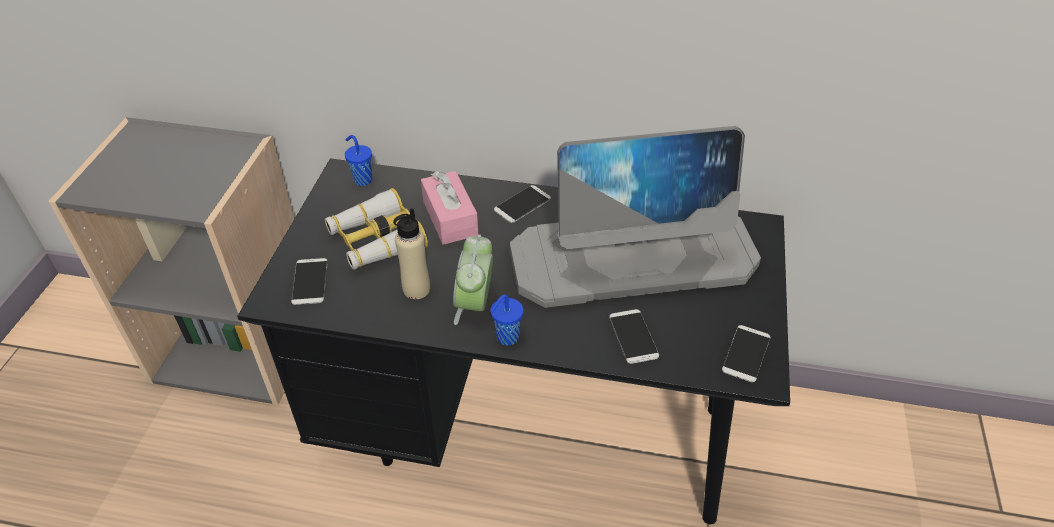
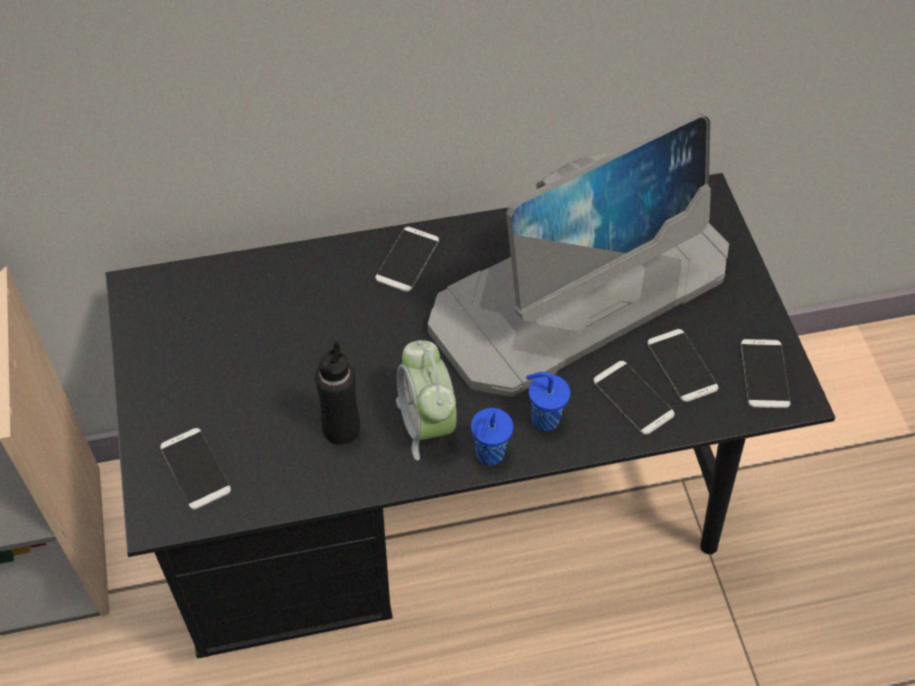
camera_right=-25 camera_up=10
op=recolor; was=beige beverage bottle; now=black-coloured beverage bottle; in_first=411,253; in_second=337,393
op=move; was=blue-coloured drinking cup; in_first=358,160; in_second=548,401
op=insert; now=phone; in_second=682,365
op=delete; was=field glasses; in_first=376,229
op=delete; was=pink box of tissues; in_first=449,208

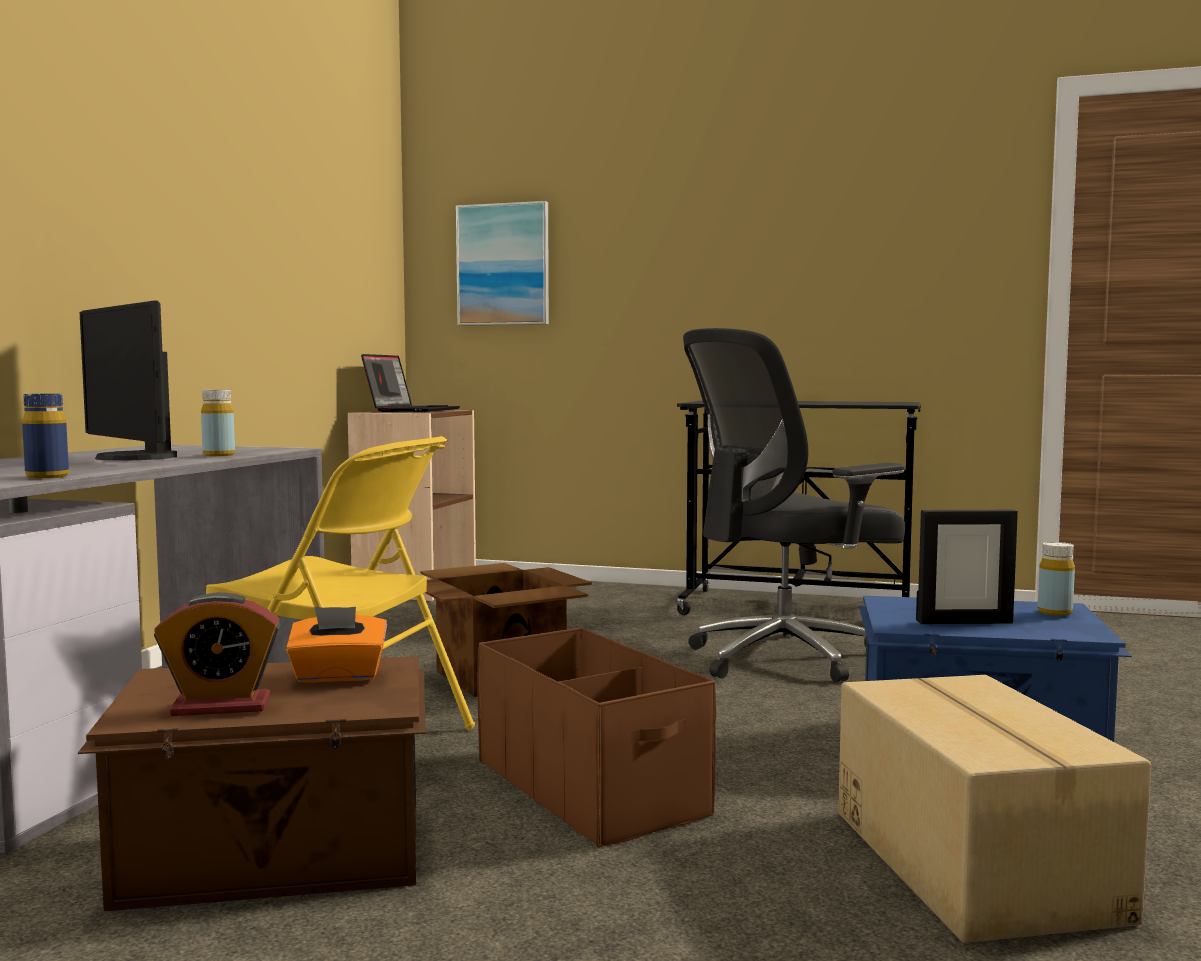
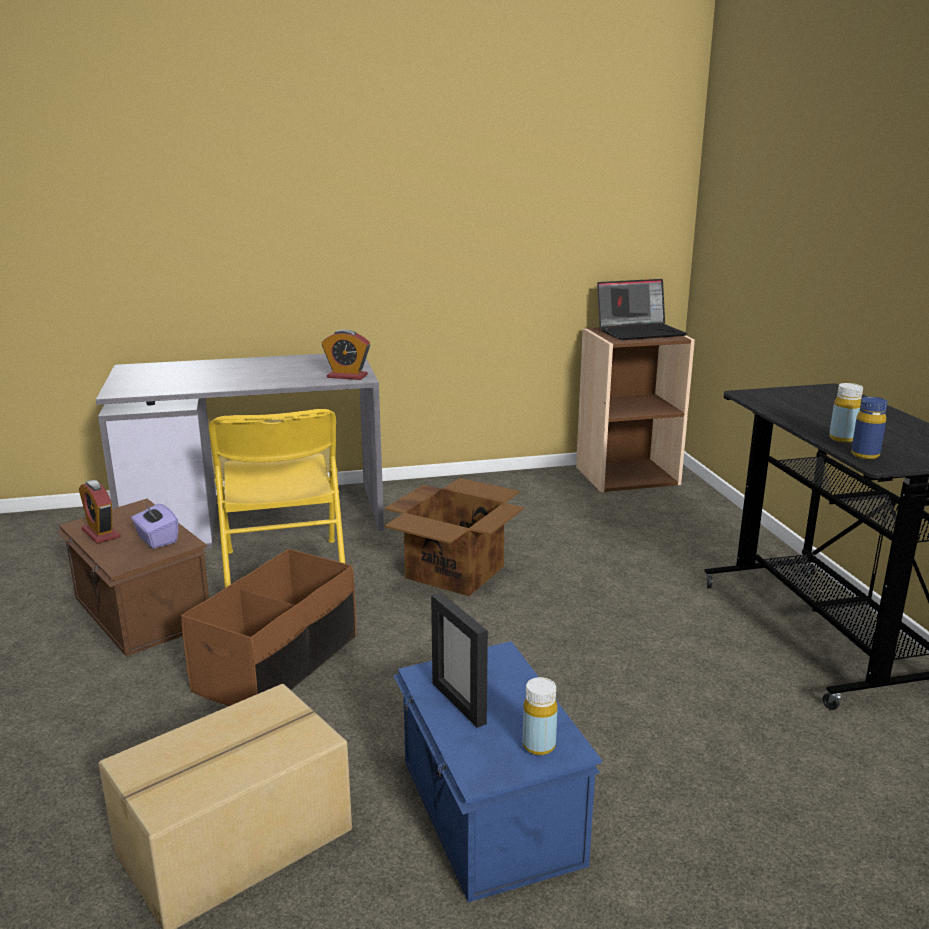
camera_right=60 camera_up=15
op=recolor; was=orangey box of tissues; now=purplish box of tissues; in_first=336,645; in_second=154,525
op=insert; now=bedside clock; in_second=346,354
op=move; was=yellow beverage bottle; in_first=218,423; in_second=846,412
op=move; was=blue-coloured beverage bottle; in_first=45,436; in_second=869,428
op=delete; was=computer display; in_first=128,380
op=delete; was=wall art; in_first=502,263
op=delete; was=office chair; in_first=794,505

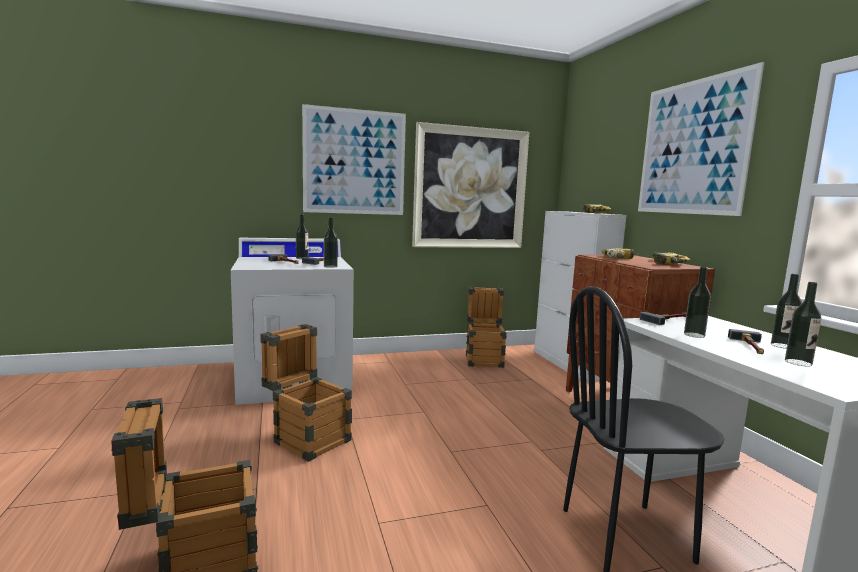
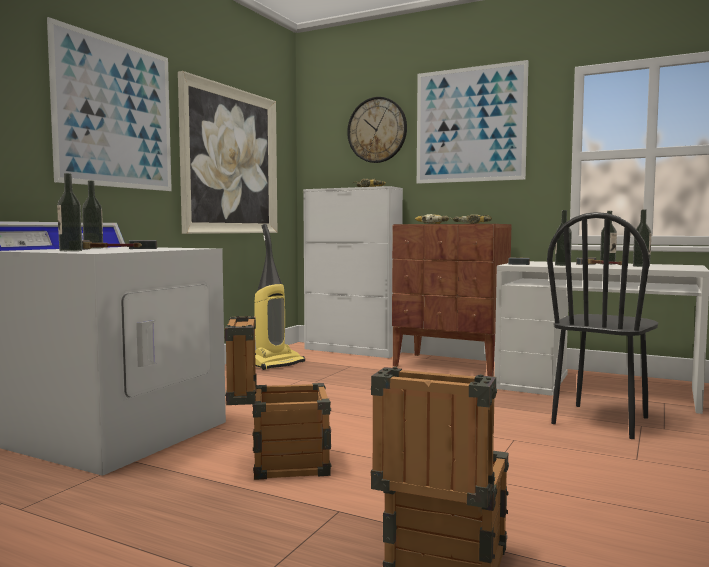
camera_right=-45 camera_up=-5
op=move; was=beverage bottle; in_first=331,242; in_second=69,212
op=replace; was=packing crate; now=vacuum cleaner; in_first=486,327; in_second=279,297
op=insert; now=clock on the wall; in_second=377,130

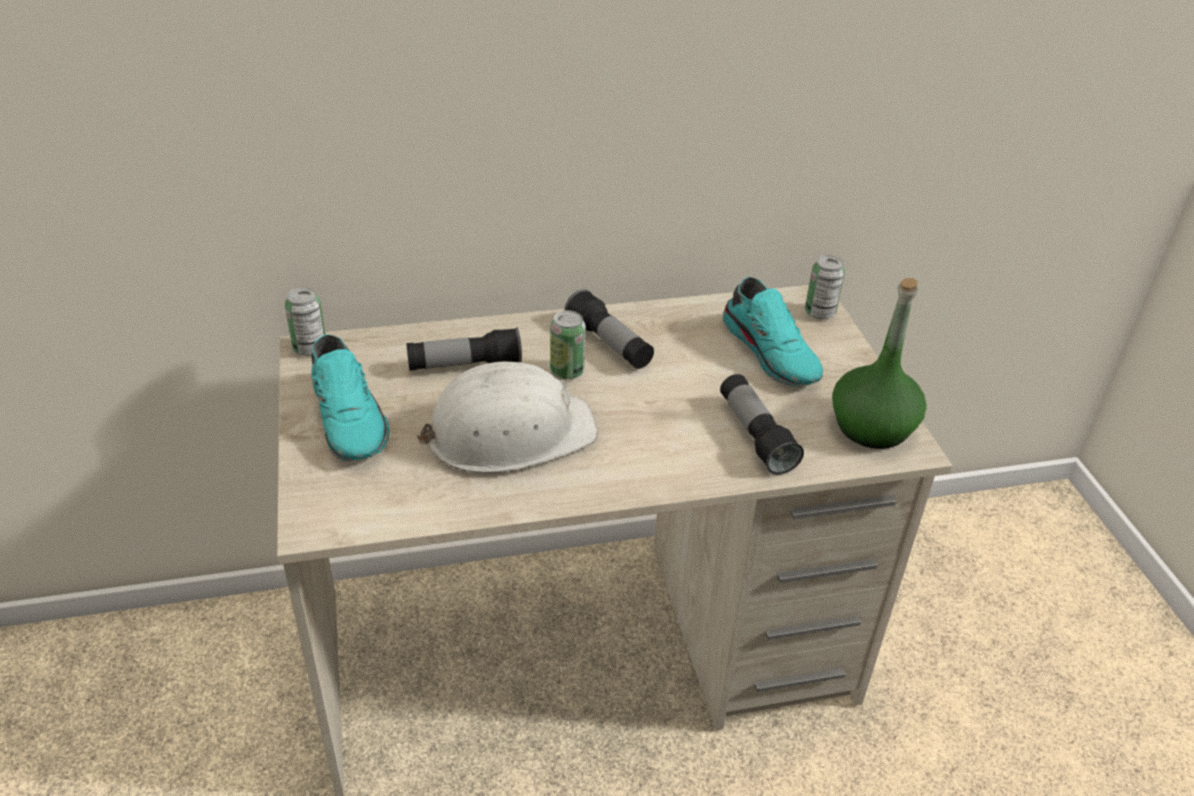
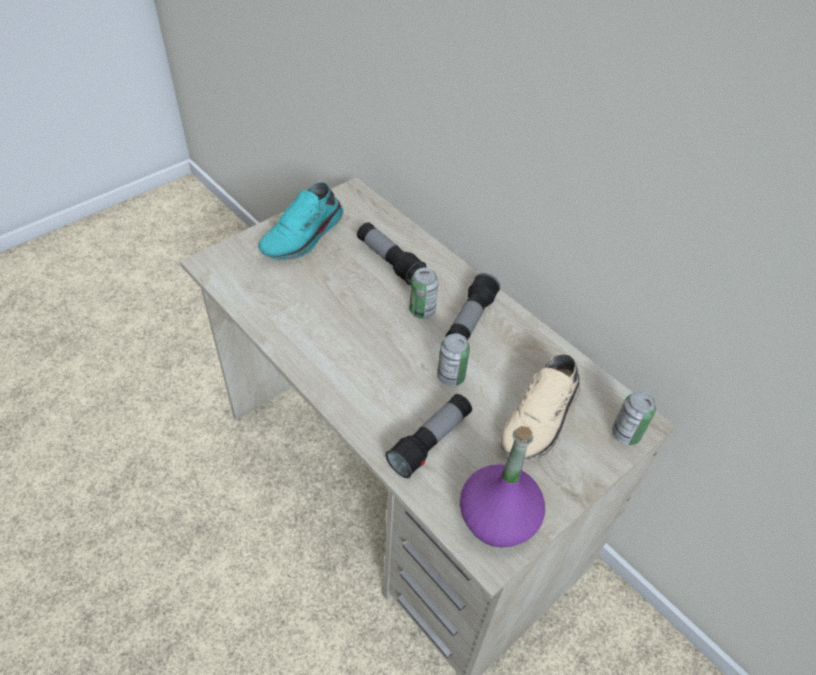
camera_right=60 camera_up=10
op=move; was=metal can; in_first=305,321; in_second=453,359
op=recolor; was=green beverage bottle; now=purplish beverage bottle; in_first=879,363; in_second=502,487
op=recolor; was=turquoise-coloured shoe; now=beige shoe; in_first=772,332; in_second=540,407
op=delete; was=white hard hat; in_first=507,417

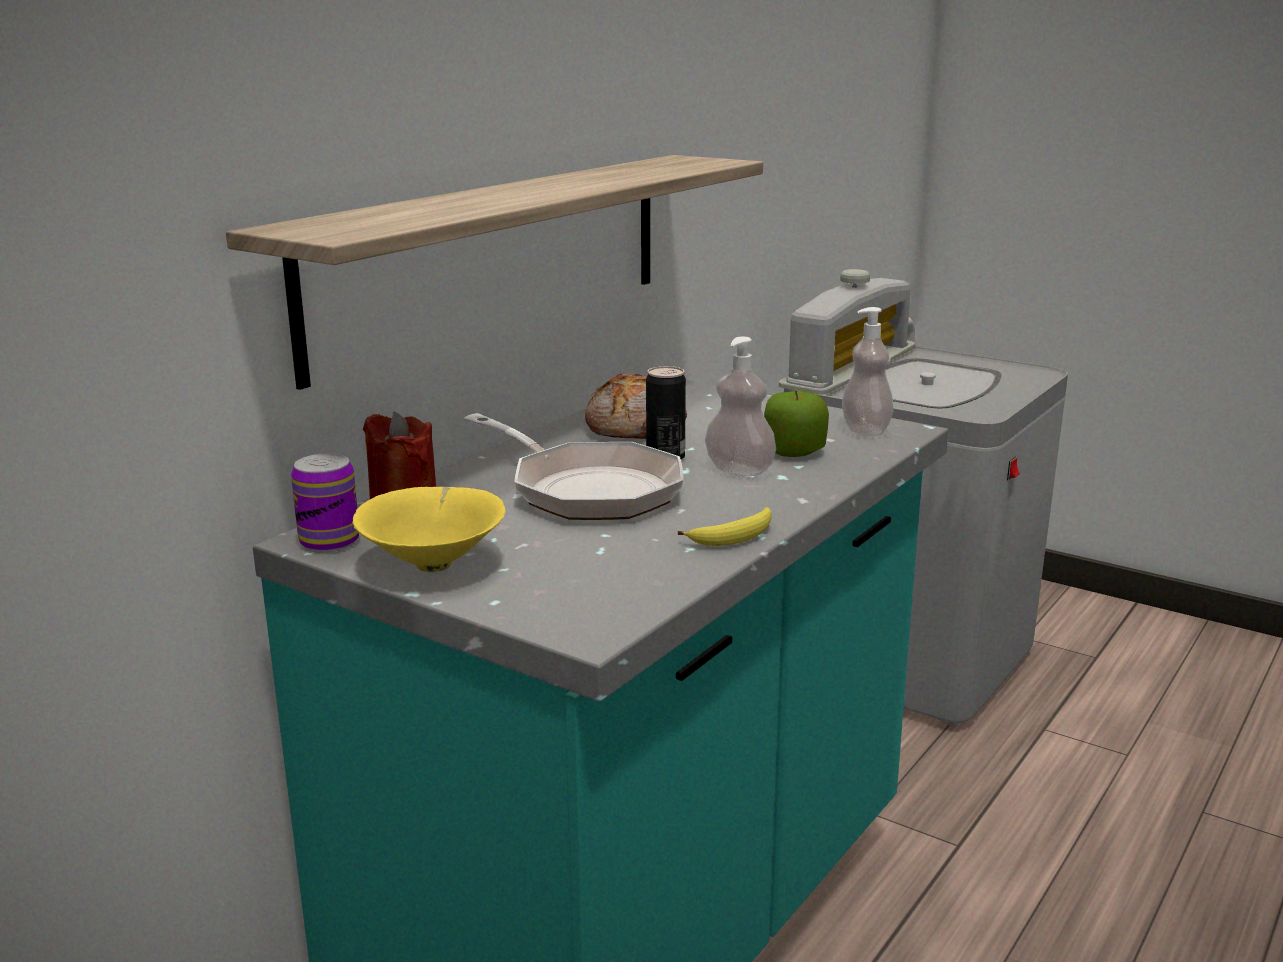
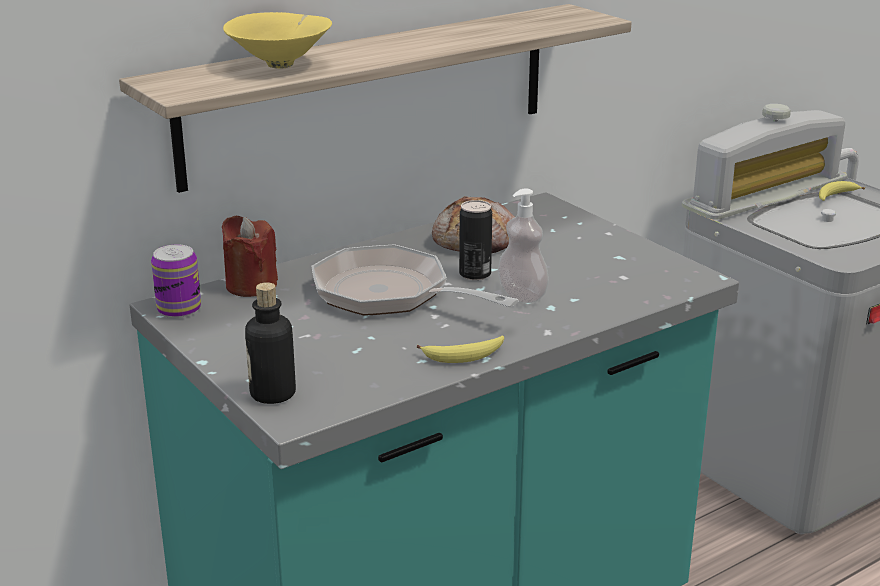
camera_right=20 camera_up=5
op=move; was=yellow deep dish; in_first=429,529; in_second=277,40
op=insert; now=beverage bottle; in_second=270,343
op=rotate; was=frying pan; in_first=573,466; in_second=415,280; clockwise=150
op=insert; now=whole banana; in_second=842,191
op=delete; was=apple; in_first=796,424
op=delete; was=soap dispenser; in_first=868,371

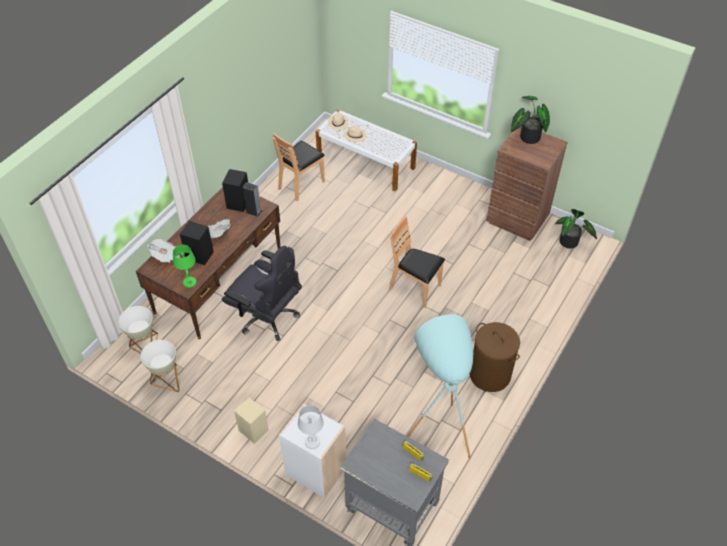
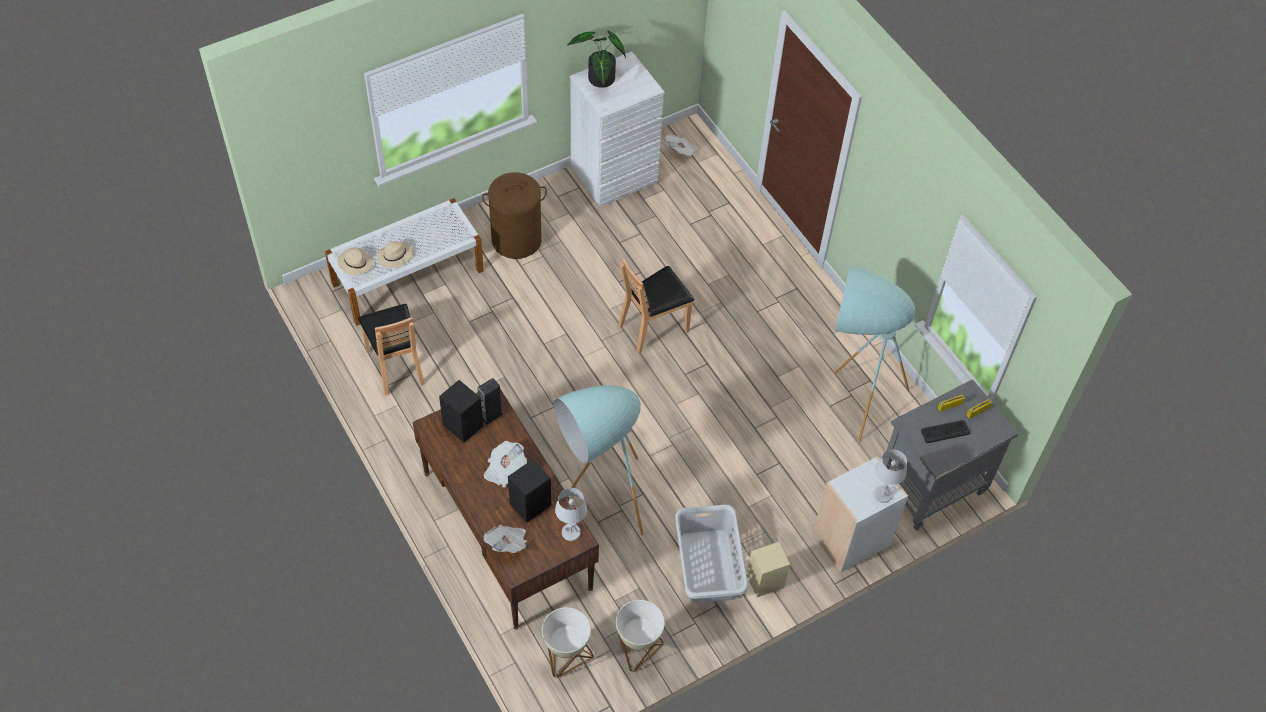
camera_right=-65 camera_up=5
op=move; was=brown-coloured laundry basket; in_first=495,357; in_second=514,215
op=replace; was=black-coloured office chair; now=turquoise-coloured floor lamp; in_first=262,293; in_second=599,460
op=recolor; was=green table lamp; now=white table lamp; in_first=184,266; in_second=571,514
op=recolor; was=brown-coloured drawer chest; now=white drawer chest; in_first=527,183; in_second=617,129
op=replace; was=plant in a pot; now=newspaper; in_first=576,229; in_second=682,145
op=insert; now=grey laundry basket; in_second=711,554
op=insert; now=computer keyboard; in_second=946,431

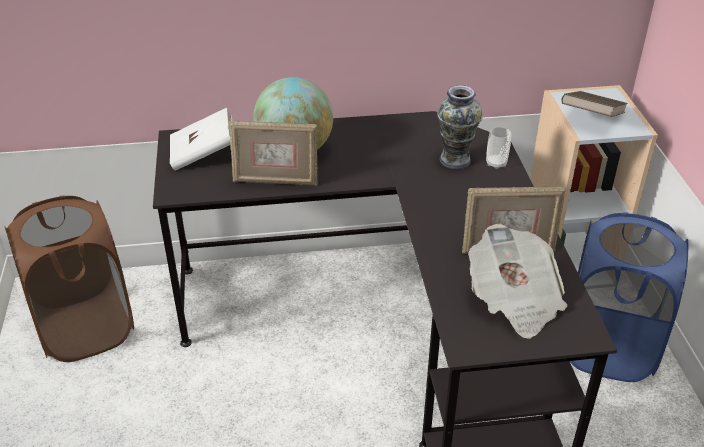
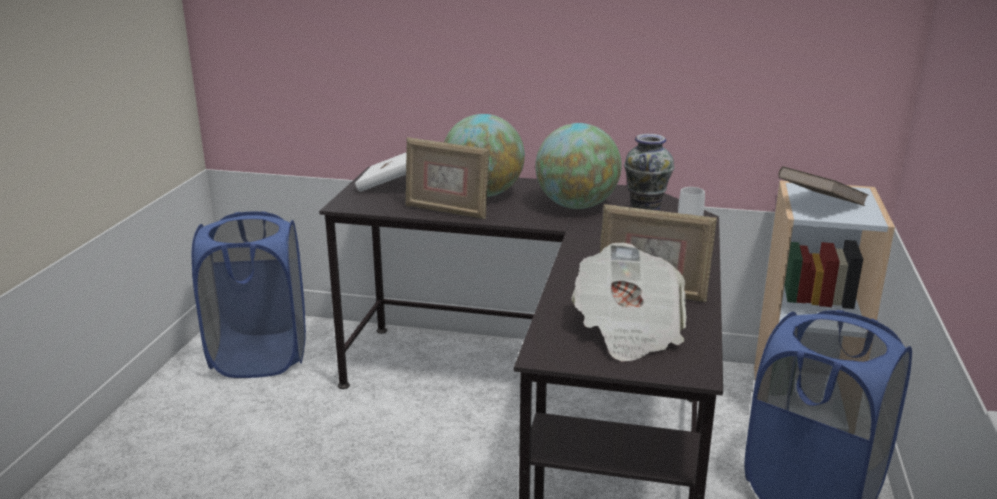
camera_right=20 camera_up=-15
op=recolor; was=brown-coloured laundry basket; now=blue-coloured laundry basket; in_first=69,278; in_second=249,294
op=insert; now=globe; in_second=578,166

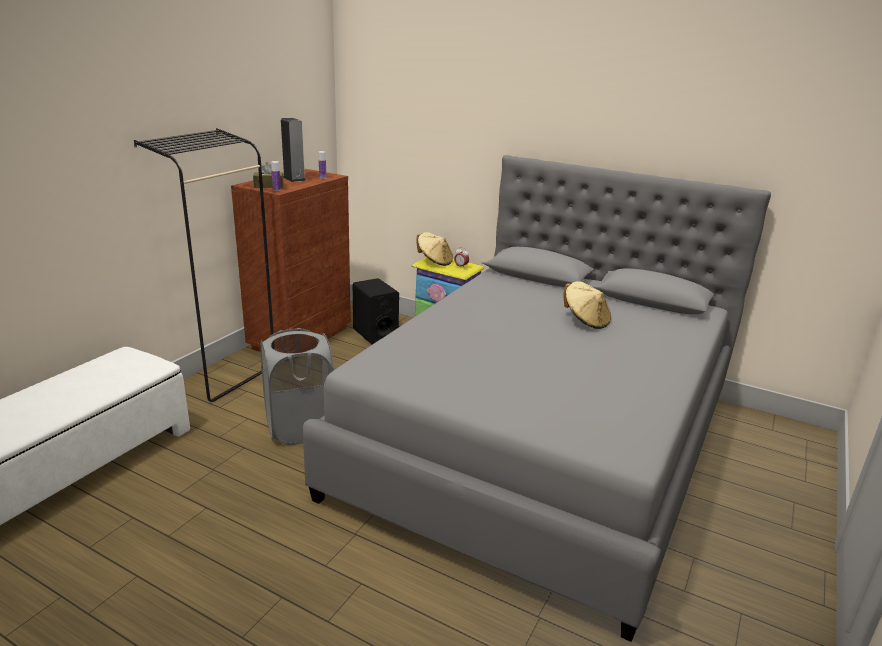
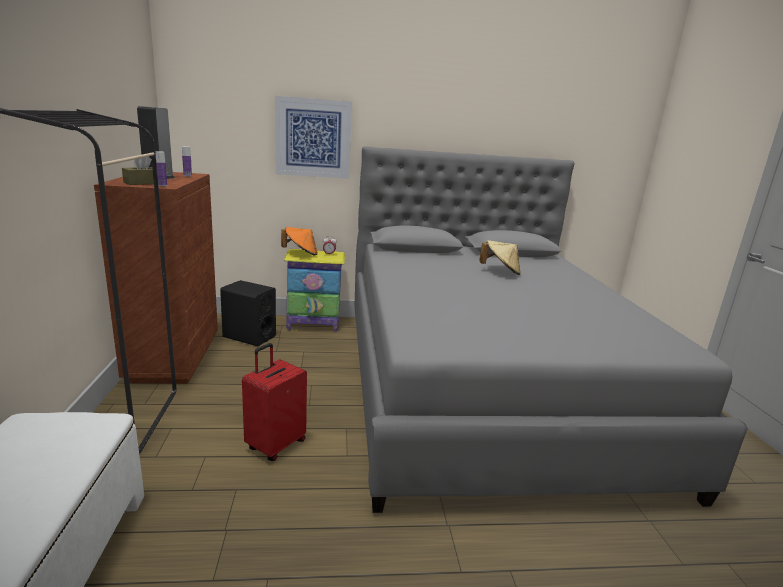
camera_right=-35 camera_up=-5
op=replace; was=grey laundry basket; now=red suitcase; in_first=297,386; in_second=274,402
op=insert; now=wall art; in_second=313,137
op=recolor; was=beige hat; now=orangey hat; in_first=434,249; in_second=299,241

